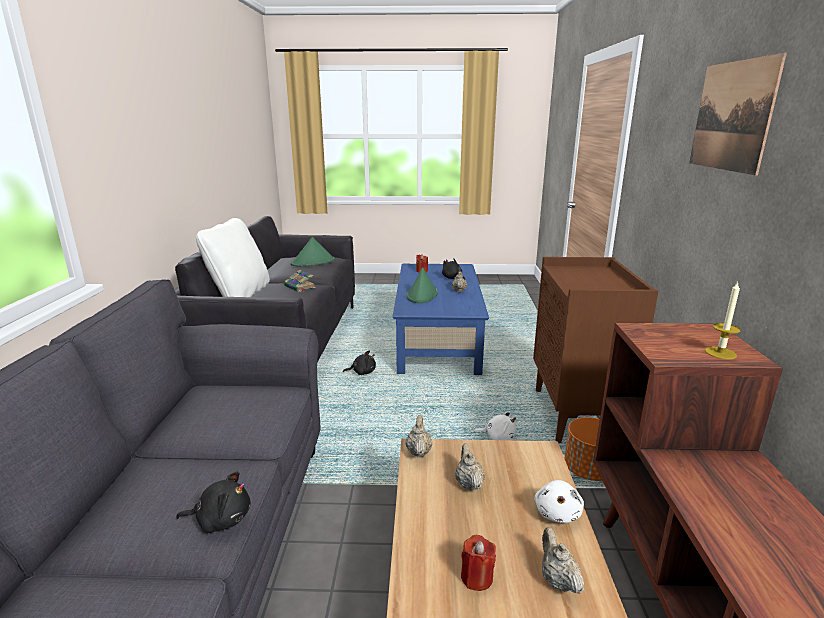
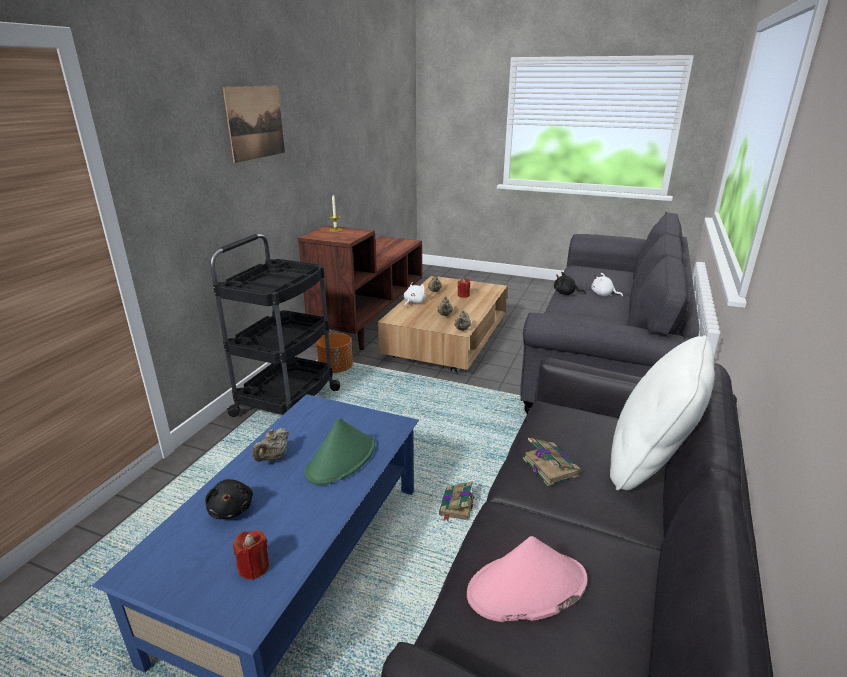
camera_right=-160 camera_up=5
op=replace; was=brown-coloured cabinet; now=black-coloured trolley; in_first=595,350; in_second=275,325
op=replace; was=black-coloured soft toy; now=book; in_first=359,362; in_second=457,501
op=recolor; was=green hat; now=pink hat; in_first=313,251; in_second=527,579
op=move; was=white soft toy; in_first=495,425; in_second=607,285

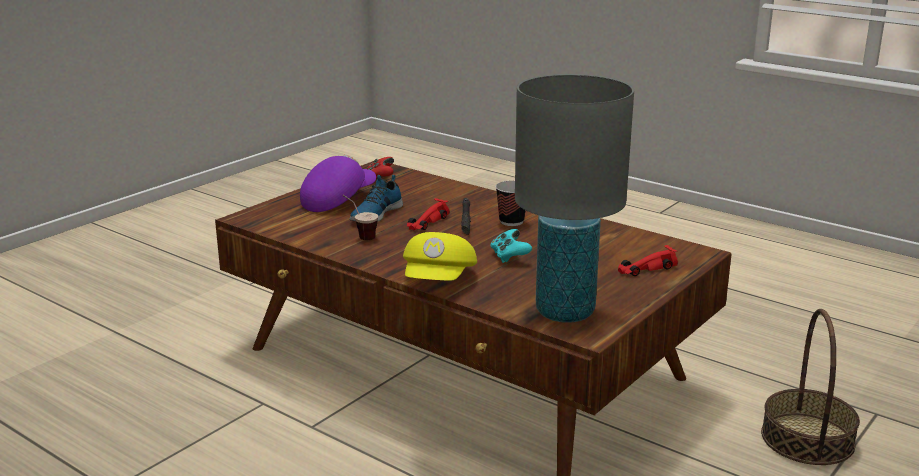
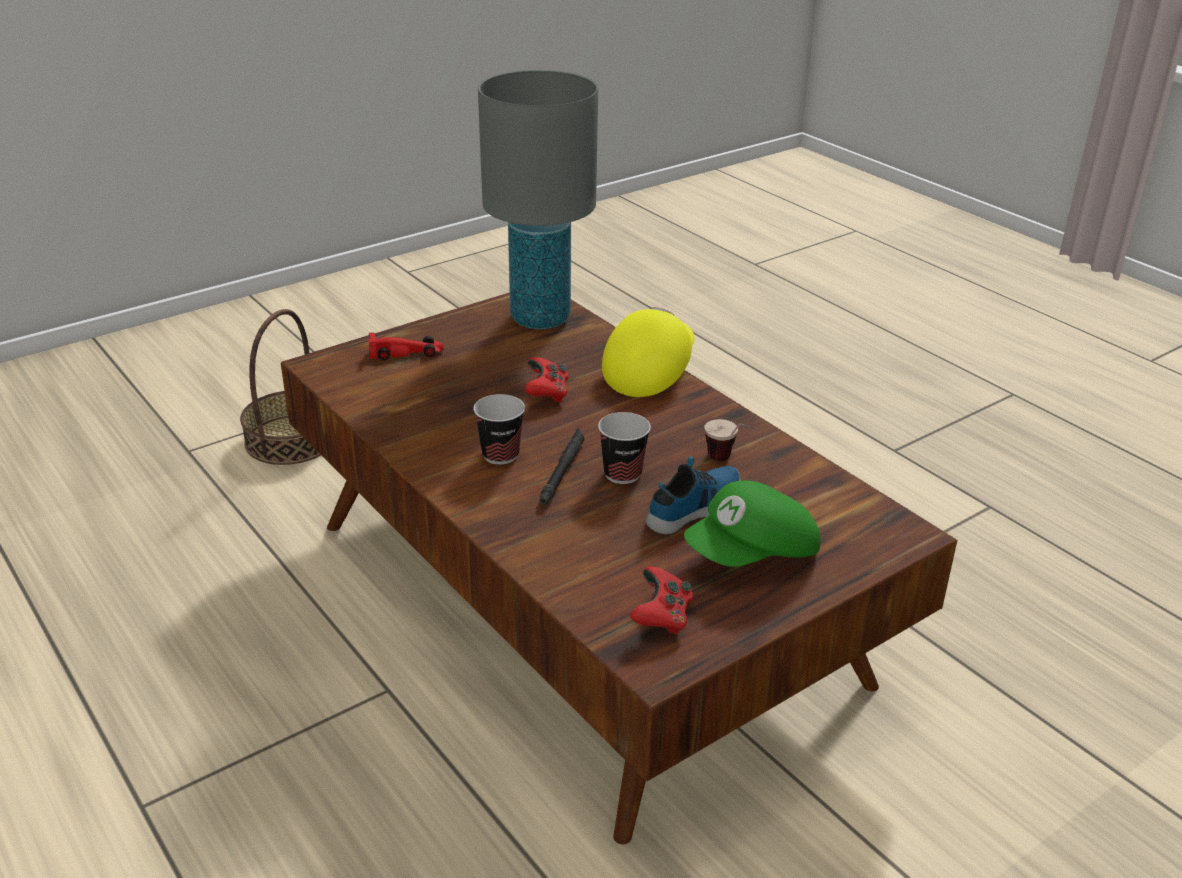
camera_right=-165 camera_up=10
op=recolor; was=turquoise-coloured gamepad; now=red gamepad; in_first=511,246; in_second=547,379
op=replace; was=red model car; now=drinking cup; in_first=428,214; in_second=624,448
op=recolor; was=purplish peaked cap; now=green peaked cap; in_first=338,183; in_second=752,523

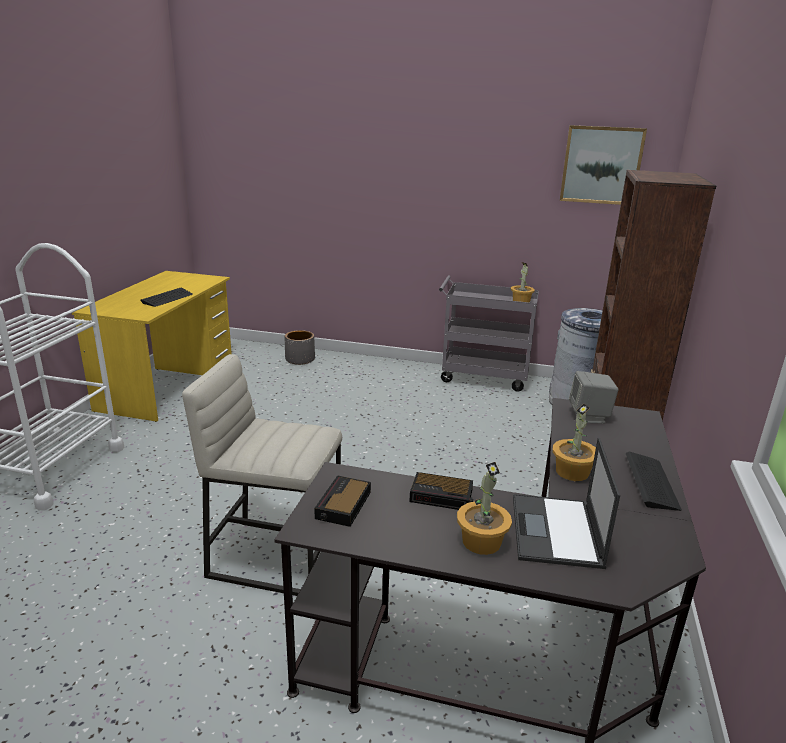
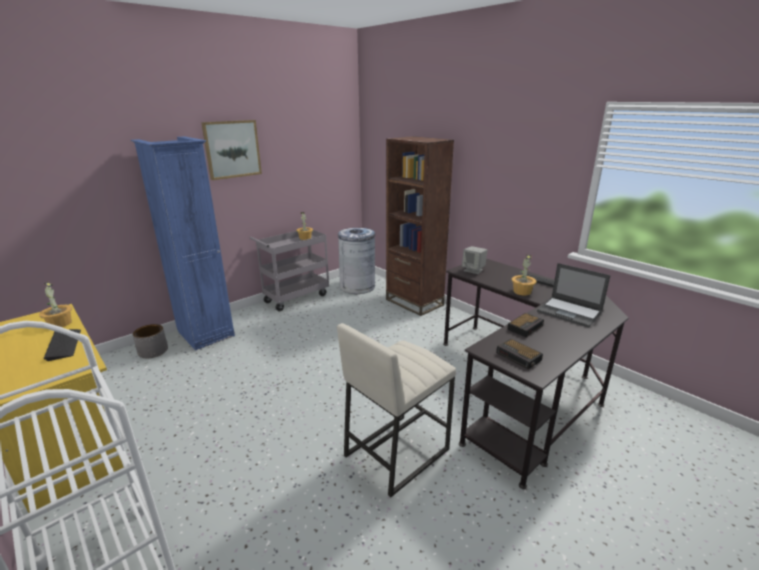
camera_right=-55 camera_up=0
op=move; was=plant in a pot; in_first=484,508; in_second=55,304
op=insert; now=blue-coloured cabinet; in_second=183,243
op=move; was=wall art; in_first=603,165; in_second=231,150

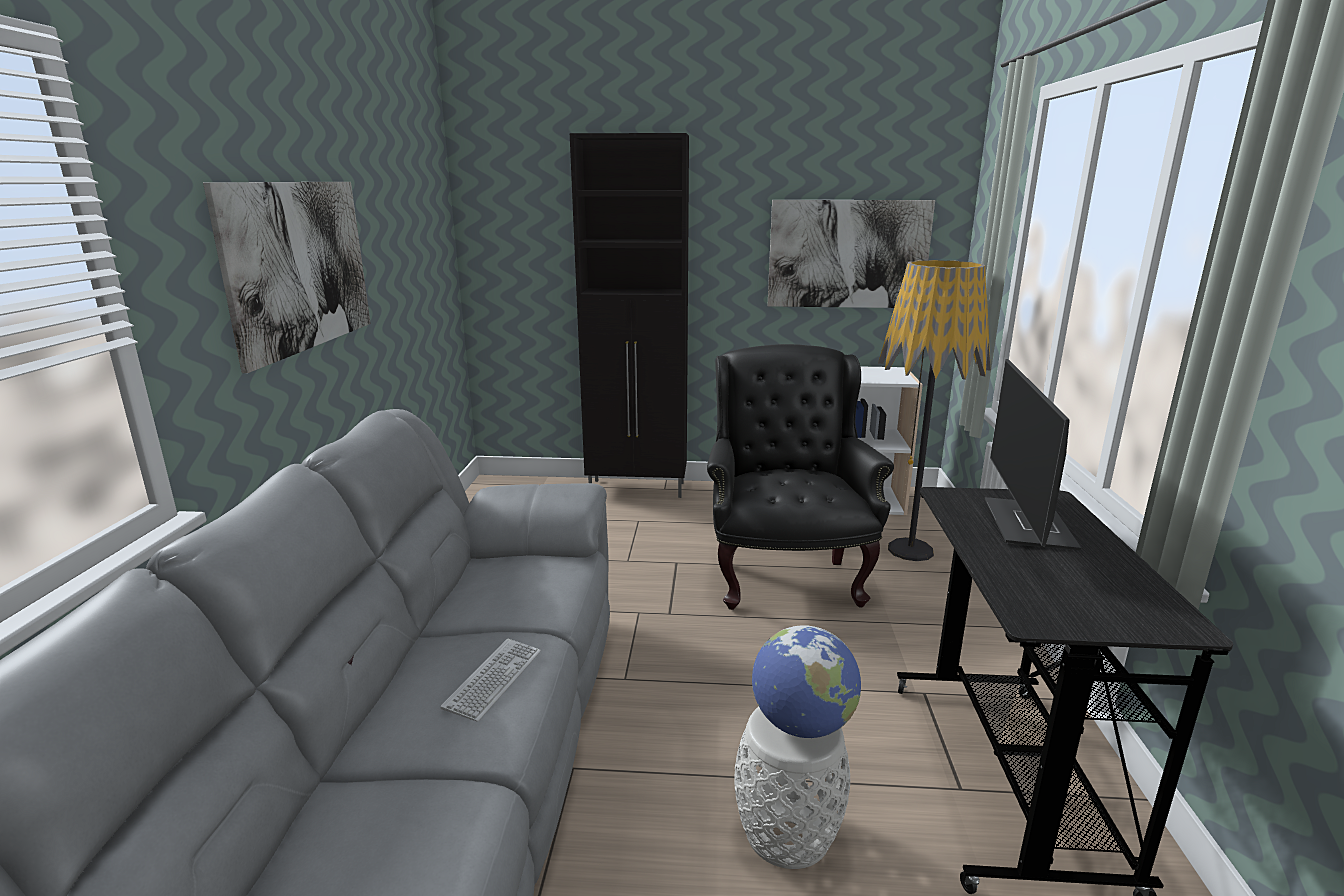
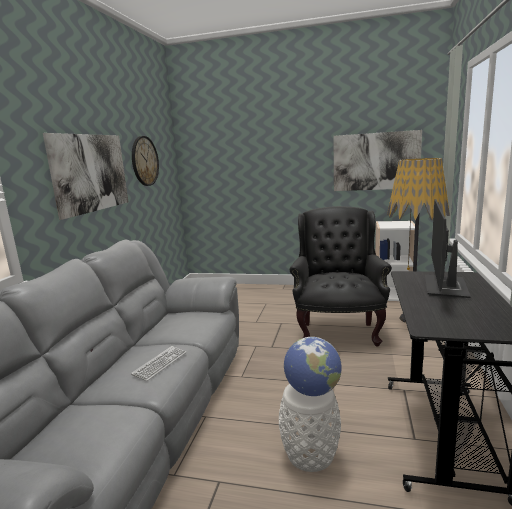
camera_right=10 camera_up=-5
op=insert; now=clock on the wall; in_second=145,161
op=delete; was=black-coloured cabinet; in_first=629,315

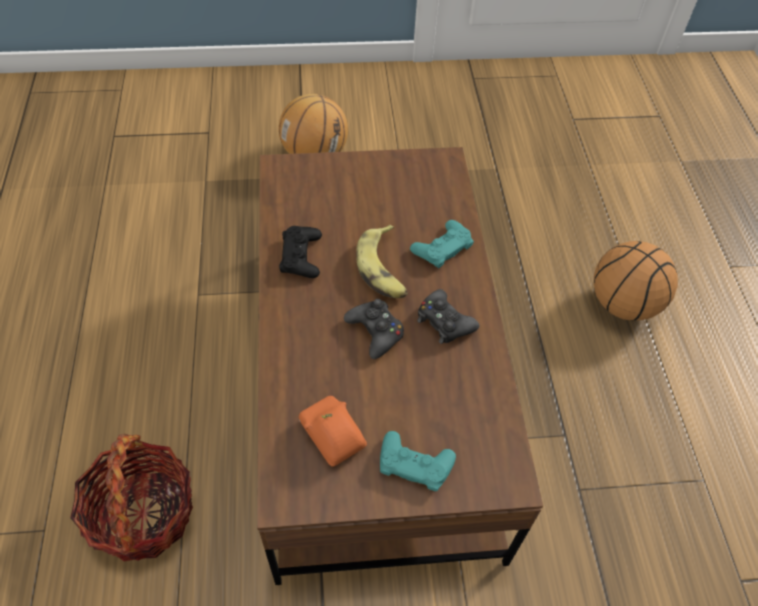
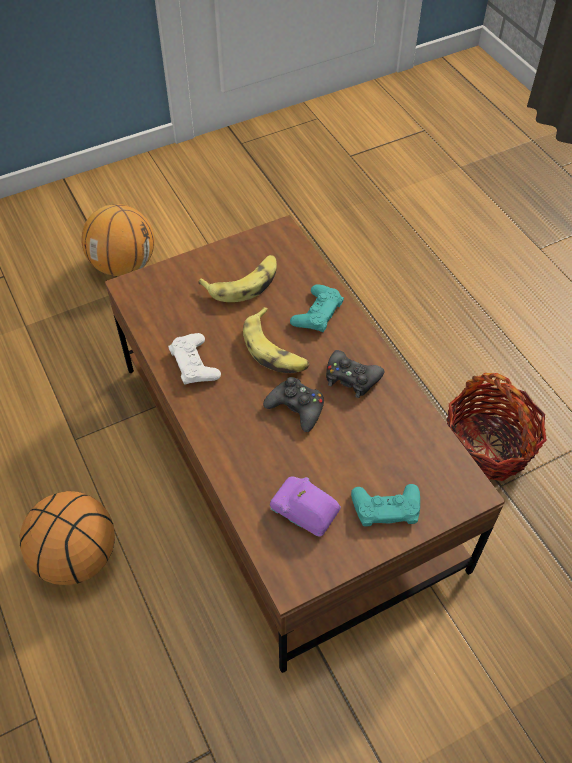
camera_right=-20 camera_up=0
op=move; was=ball for basketball; in_first=636,281; in_second=67,538
op=recolor; was=black-coloured gamepad; now=white gamepad; in_first=300,252; in_second=194,359
op=insert; now=whole banana; in_second=237,278
op=recolor; was=orangey model car; now=purplish model car; in_first=333,431; in_second=305,507
op=move; was=basket; in_first=131,498; in_second=496,427

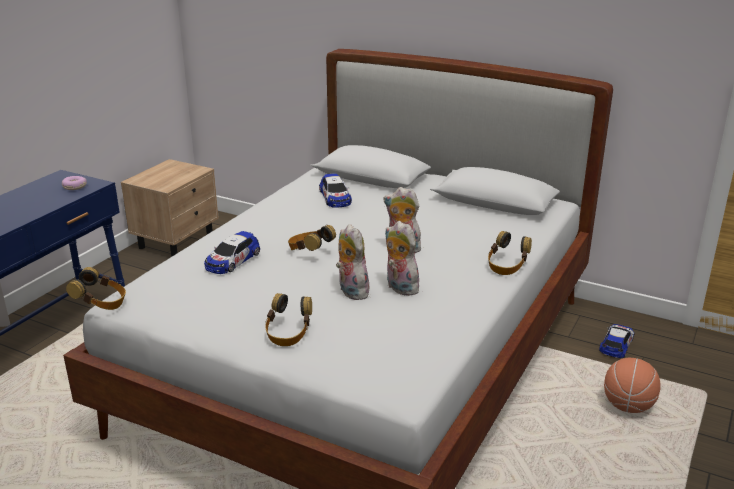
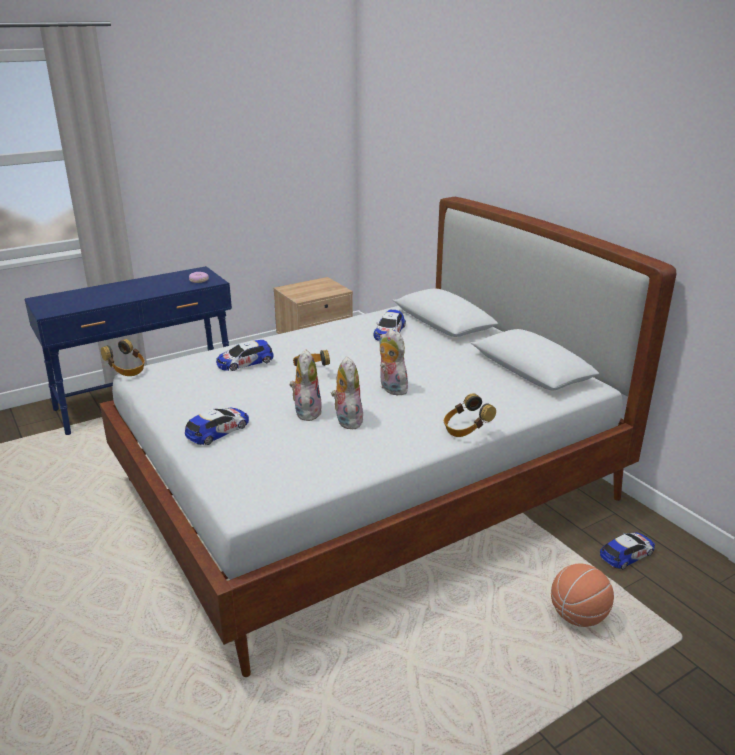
camera_right=30 camera_up=0
op=replace; was=headset; now=model car; in_first=288,319; in_second=217,426

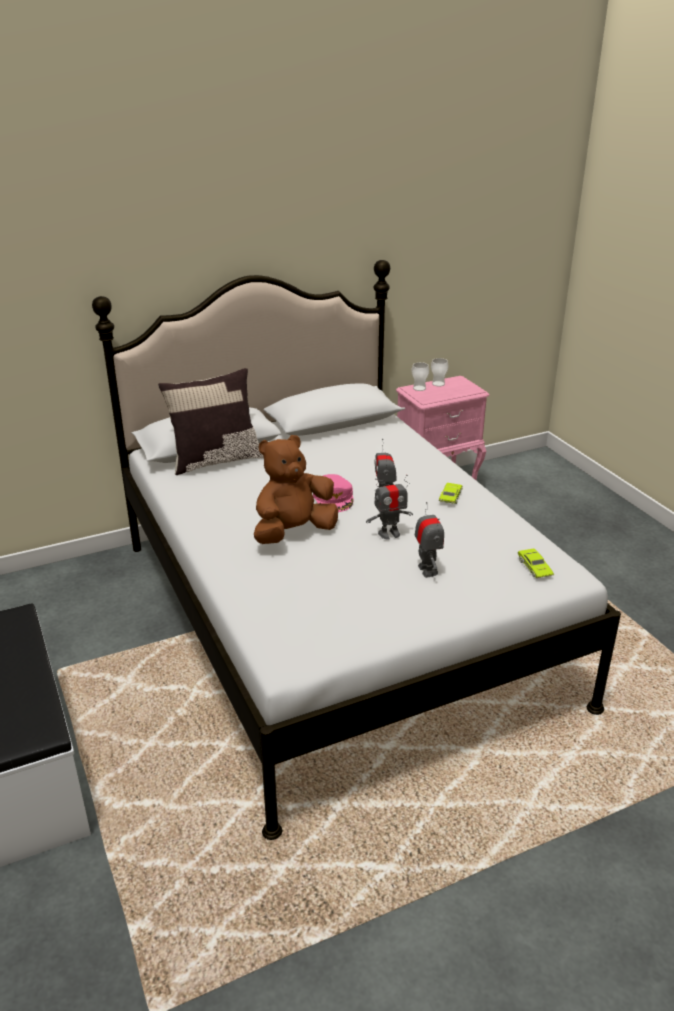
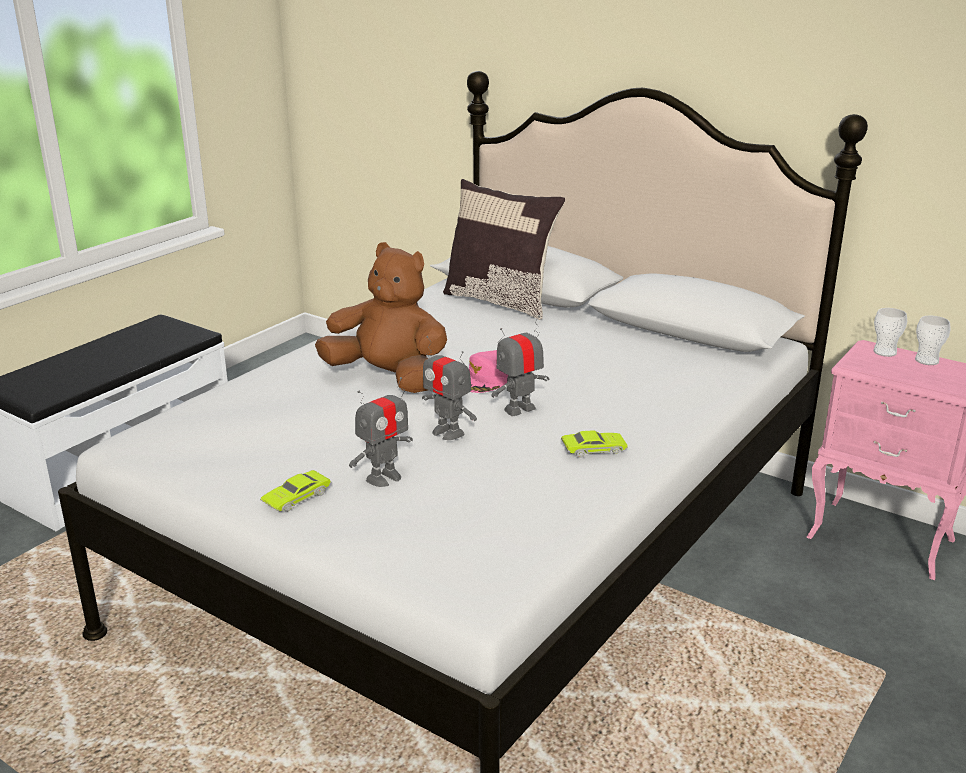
camera_right=60 camera_up=-5
op=move; was=green model car; in_first=535,563; in_second=296,491

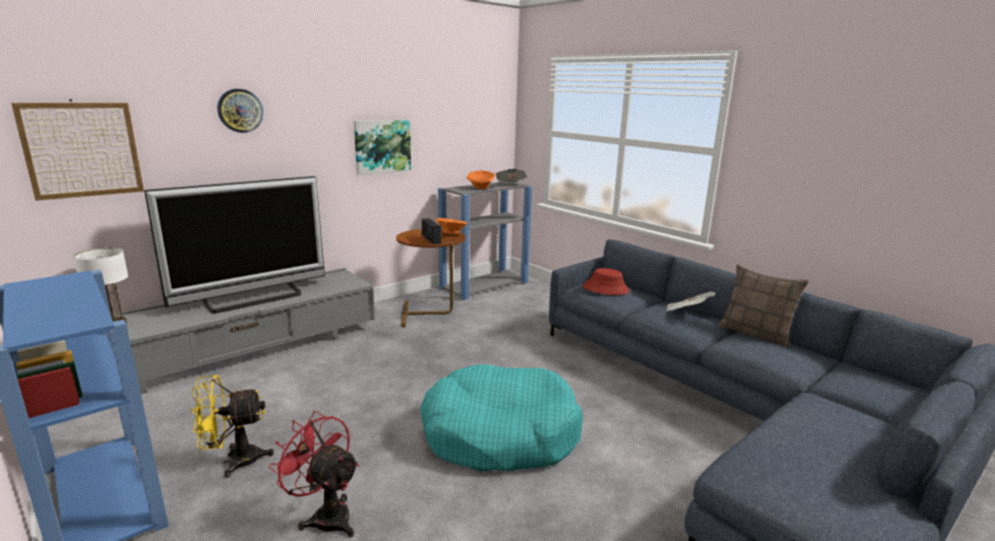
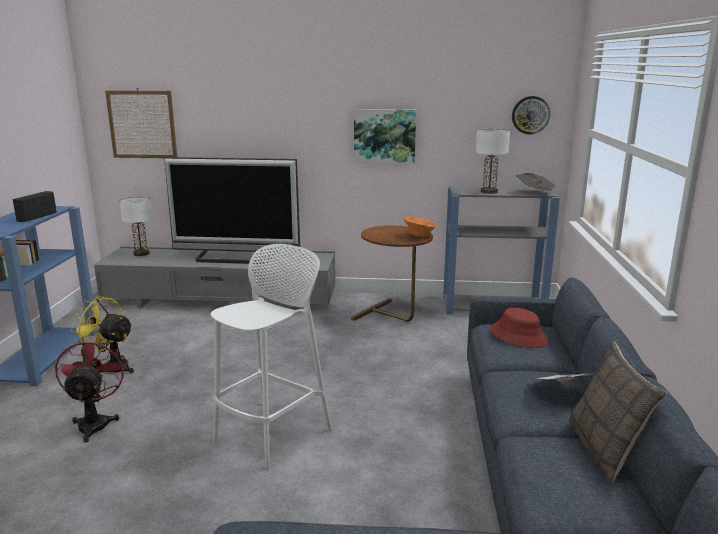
camera_right=45 camera_up=0
op=move; was=radio set; in_first=432,231; in_second=35,206
op=replace; was=turquoise-coloured dog cushion; now=white stool; in_first=501,418; in_second=271,356
op=replace; was=orangey deep dish; now=table lamp; in_first=481,180; in_second=493,161
op=move; was=clock on the wall; in_first=240,111; in_second=531,115

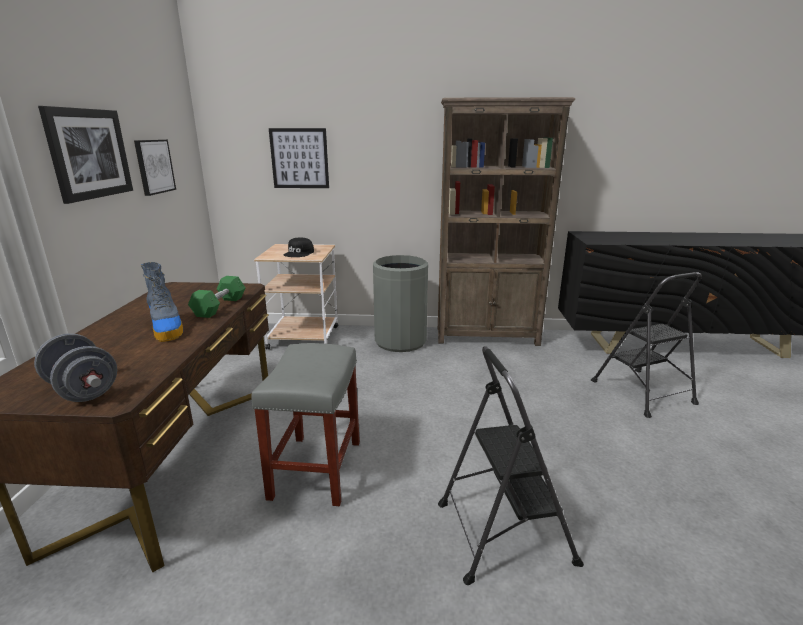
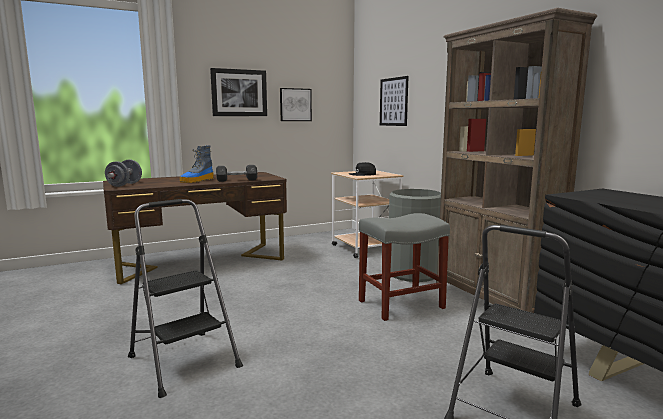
camera_right=60 camera_up=-10
op=recolor; was=green hand weight; now=grey hand weight; in_first=217,297; in_second=236,173
op=move; was=grey stool; in_first=305,424; in_second=404,267

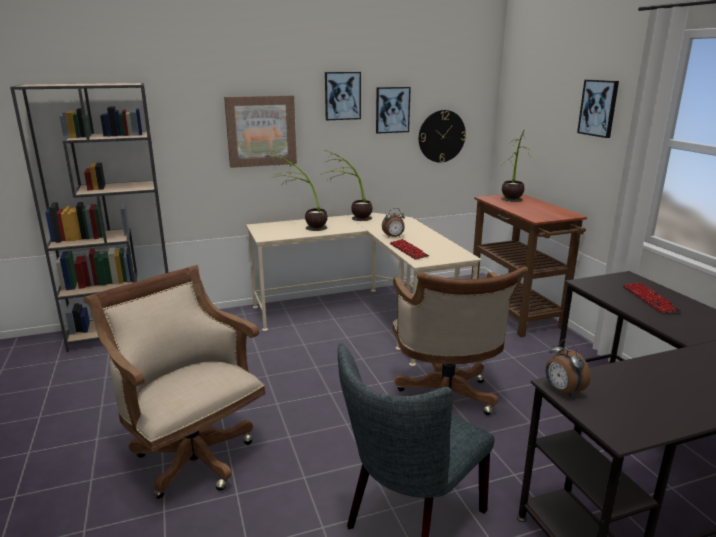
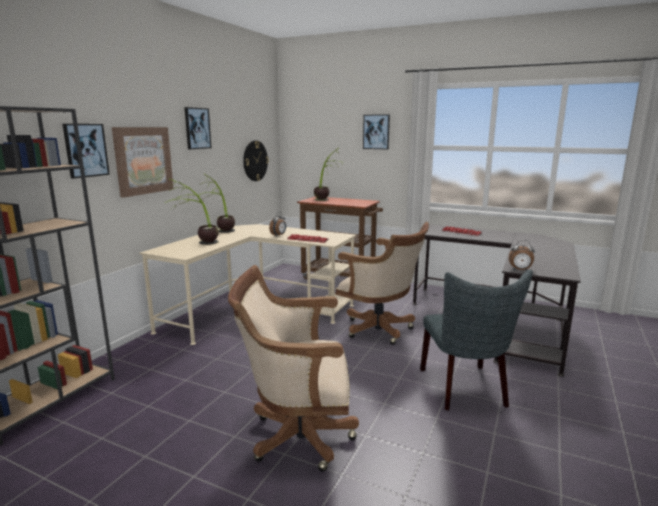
camera_right=-45 camera_up=-5
op=move; was=wall art; in_first=393,110; in_second=86,151

